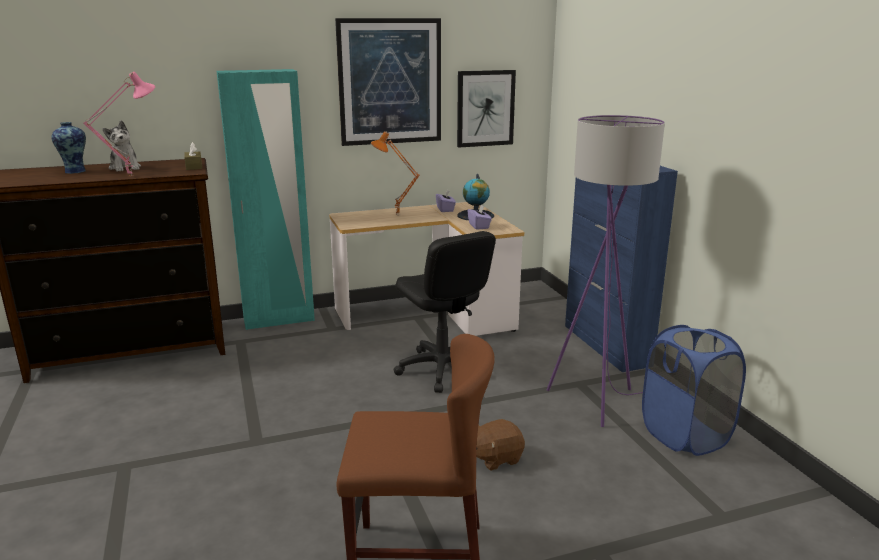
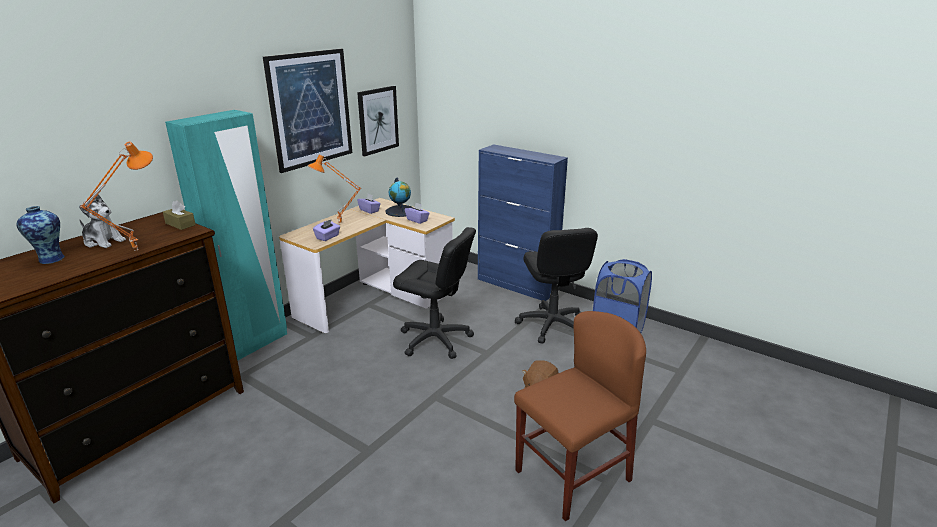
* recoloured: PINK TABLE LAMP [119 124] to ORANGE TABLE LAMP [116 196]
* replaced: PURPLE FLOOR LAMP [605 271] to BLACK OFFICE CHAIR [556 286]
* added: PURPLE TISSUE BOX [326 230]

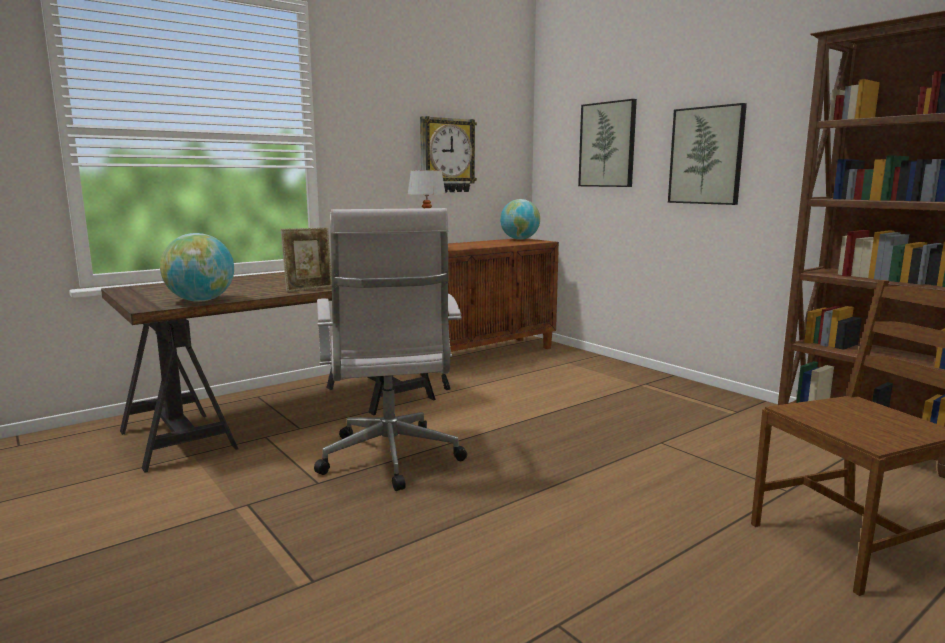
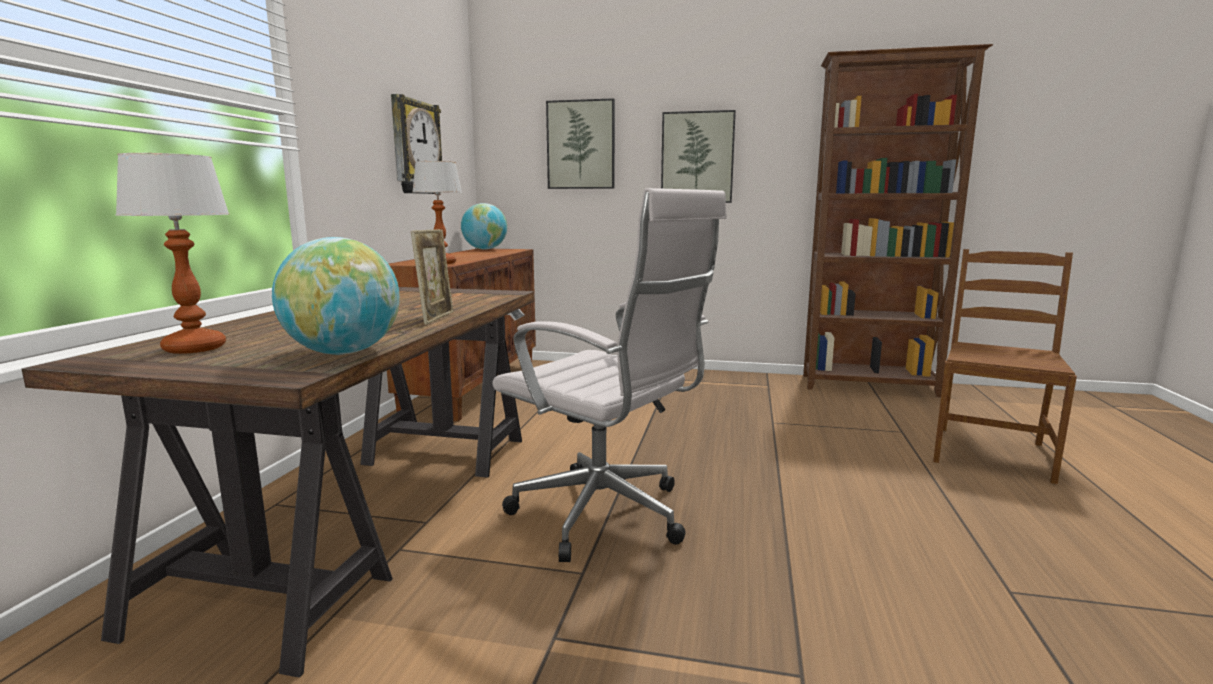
* added: TABLE LAMP [172 253]

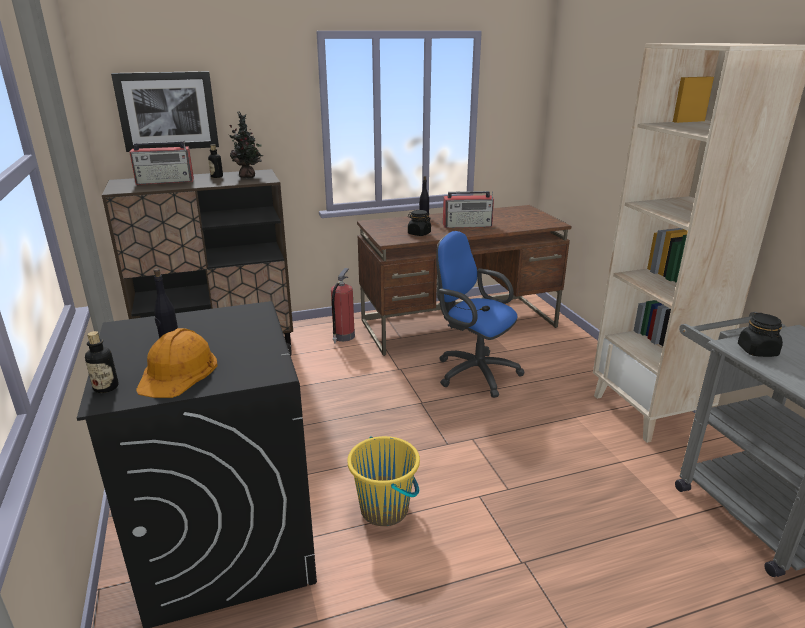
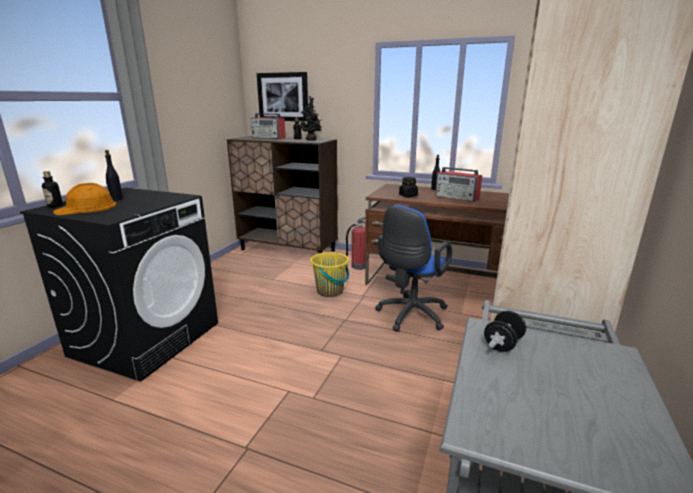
* turned: BLUE OFFICE CHAIR [480 314] = [413 268] 135 degrees counterclockwise
* replaced: BLACK JAR [760 335] to BLACK DUMBBELL [505 331]
* moved: YELLOW BUCKET [383 481] to [329 274]

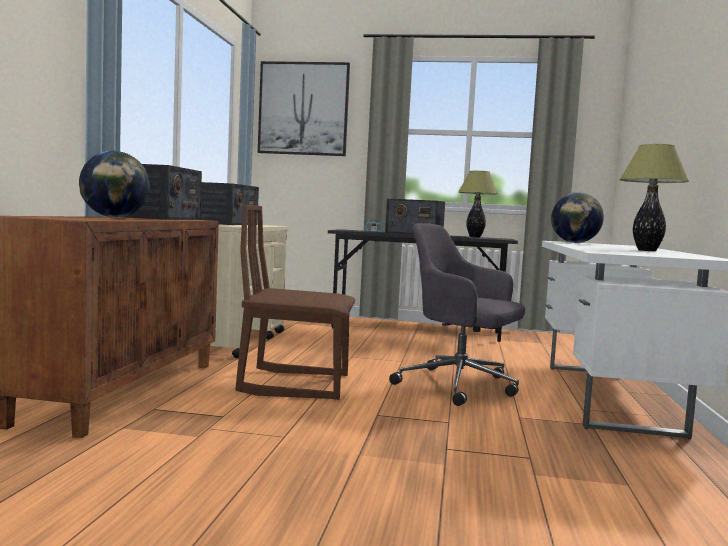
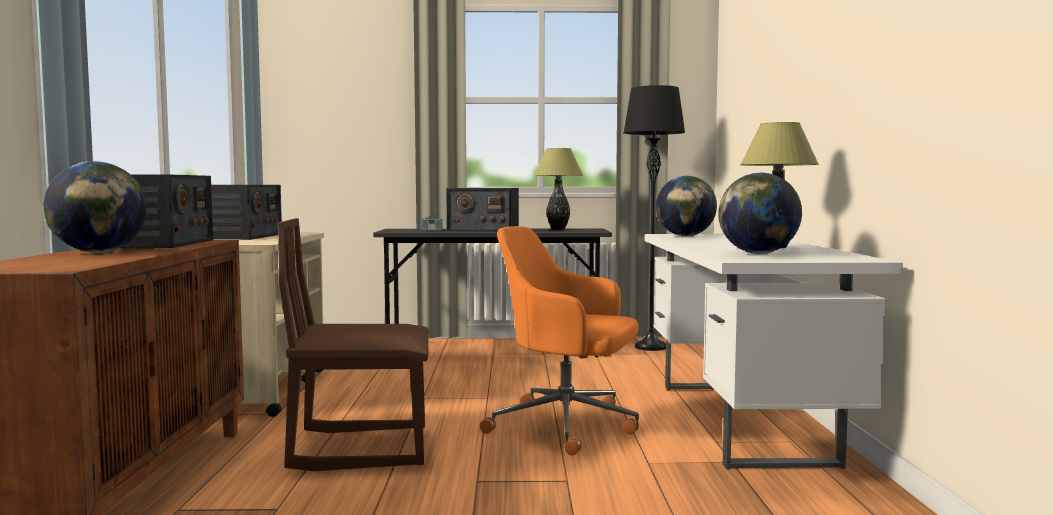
* removed: PICTURE [304 108]
* recoloured: GREY OFFICE CHAIR [457 314] to ORANGE OFFICE CHAIR [559 341]
* added: BLACK FLOOR LAMP [654 218]
* added: GLOBE [760 213]

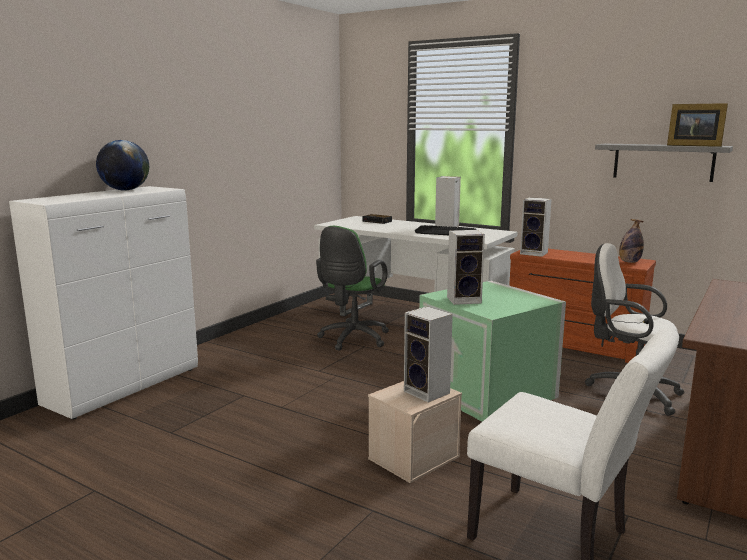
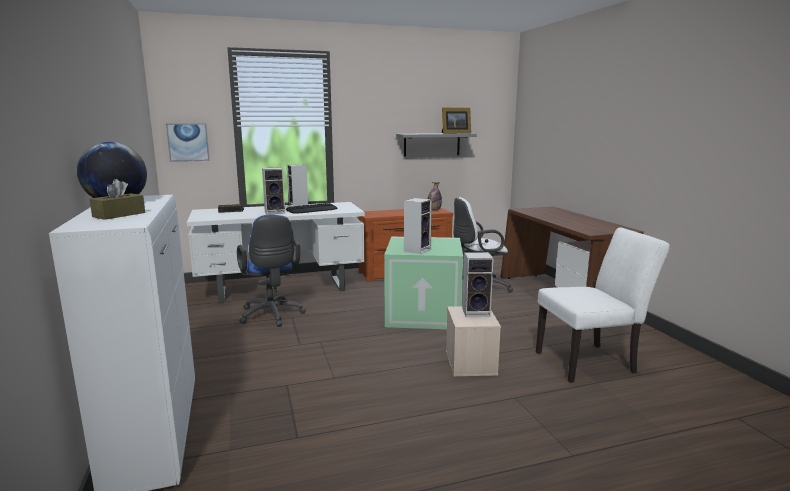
* moved: SPEAKER [536 227] to [273 191]
* recoloured: GREEN OFFICE CHAIR [352 288] to BLUE OFFICE CHAIR [271 271]
* added: PICTURE [188 142]
* added: BROWN TISSUE BOX [117 199]

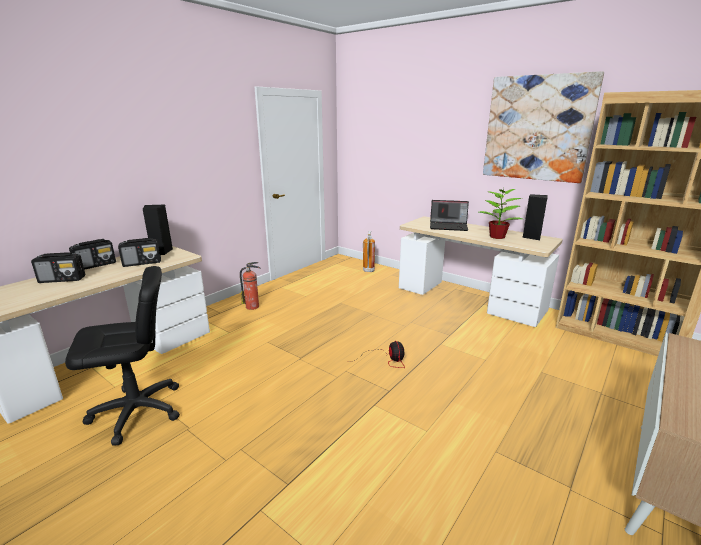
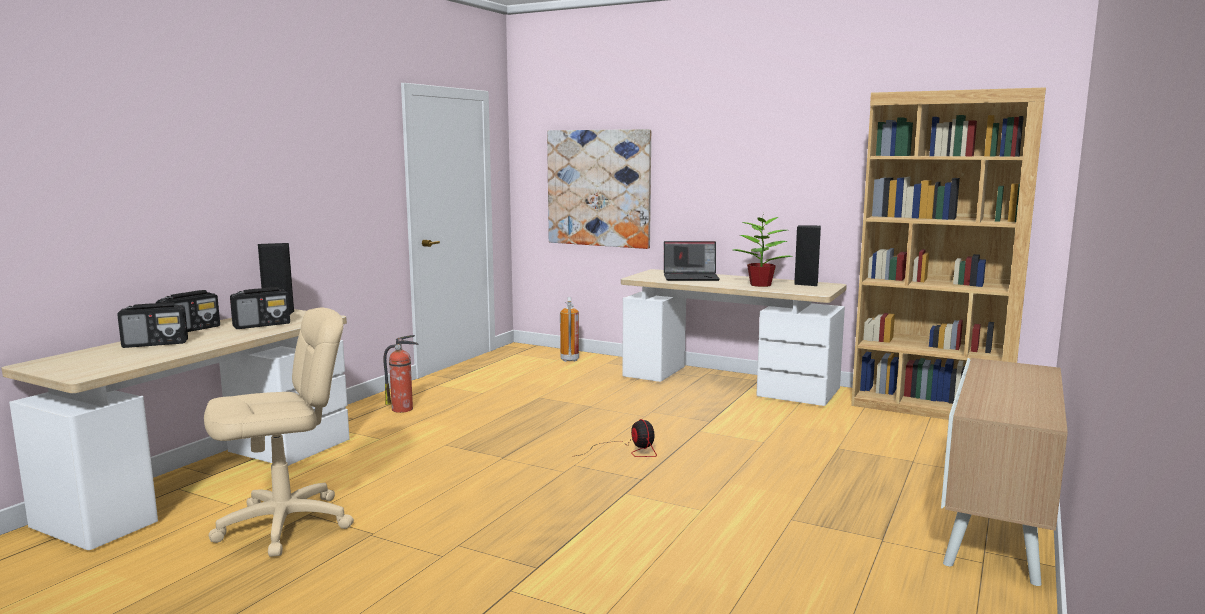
* moved: PICTURE [543 127] to [599 189]
* recoloured: BLACK OFFICE CHAIR [122 355] to BEIGE OFFICE CHAIR [279 432]

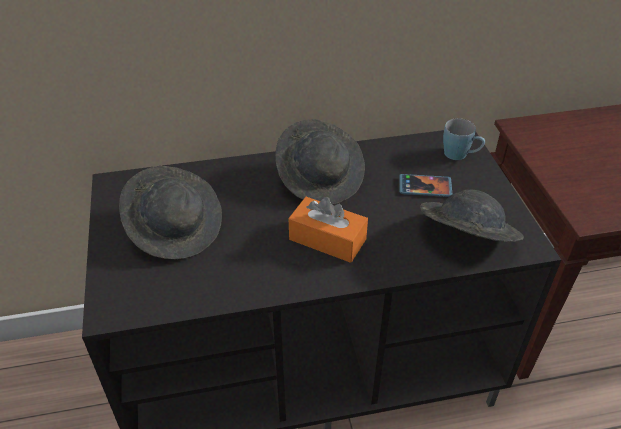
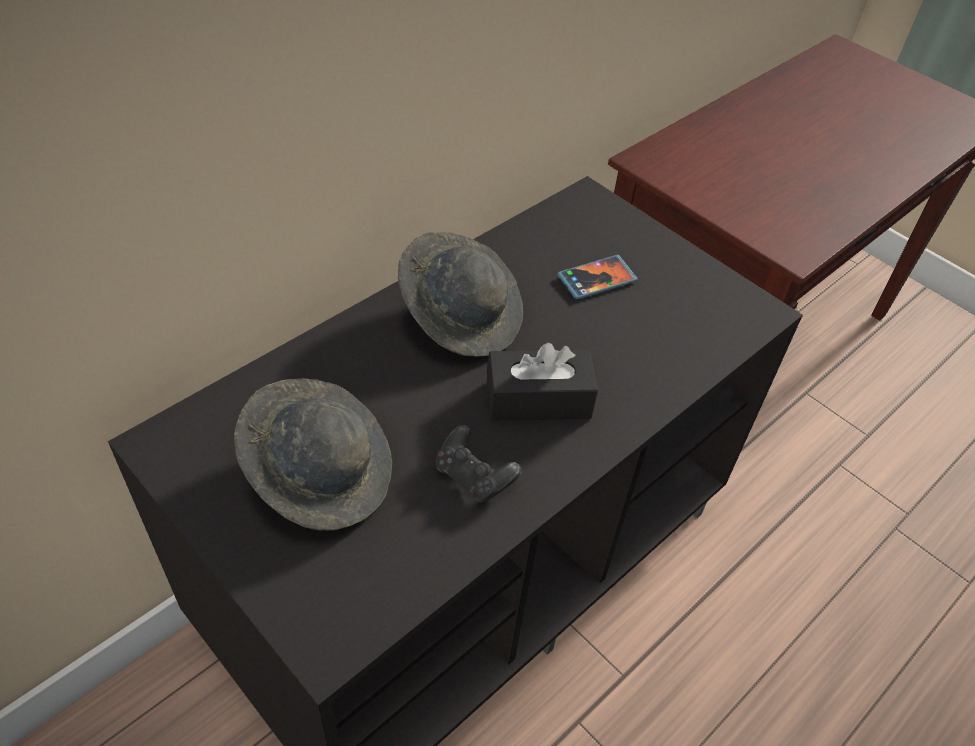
* removed: BLUE MUG [464 139]
* removed: GREY HAT [472 216]
* recoloured: ORANGE TISSUE BOX [328 230] to BLACK TISSUE BOX [542 382]
* added: BLACK GAME CONTROLLER [479 464]

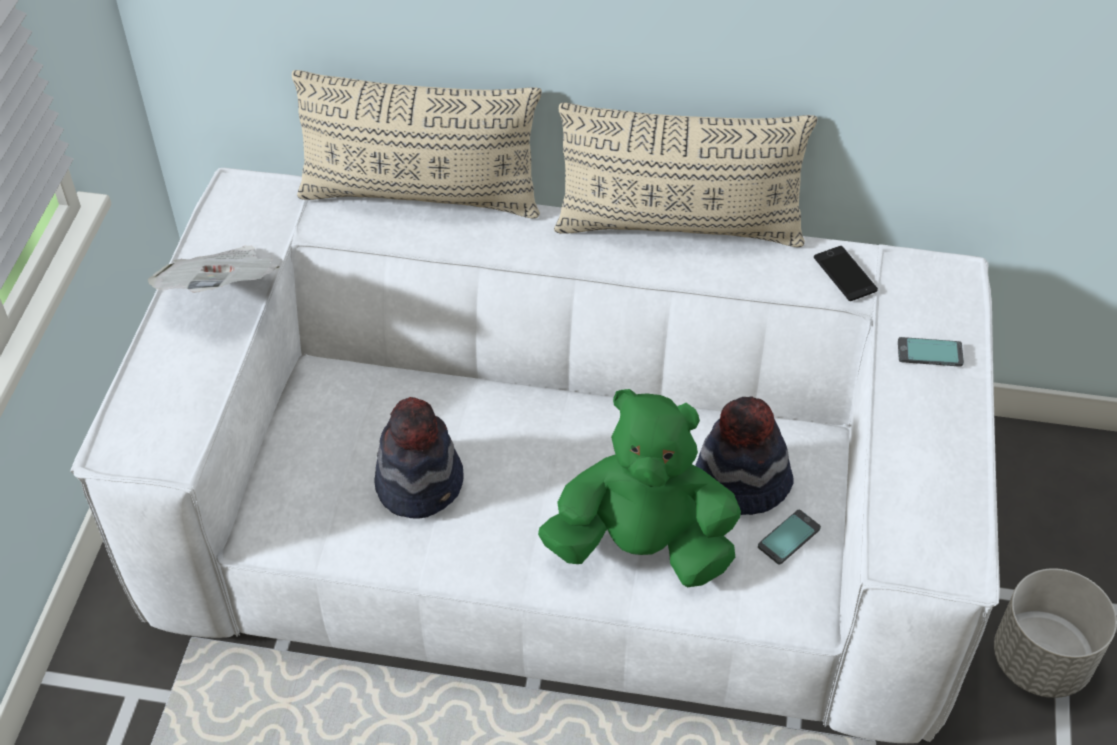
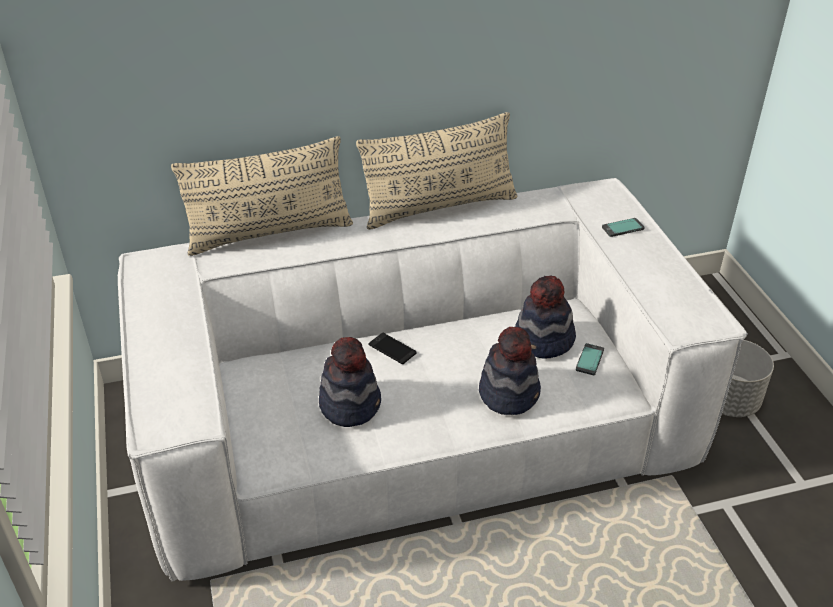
* removed: NEWSPAPER [213 269]
* moved: PHONE [846 273] to [392 348]
* replaced: GREEN PLUSH TOY [639 488] to HAT [510 371]

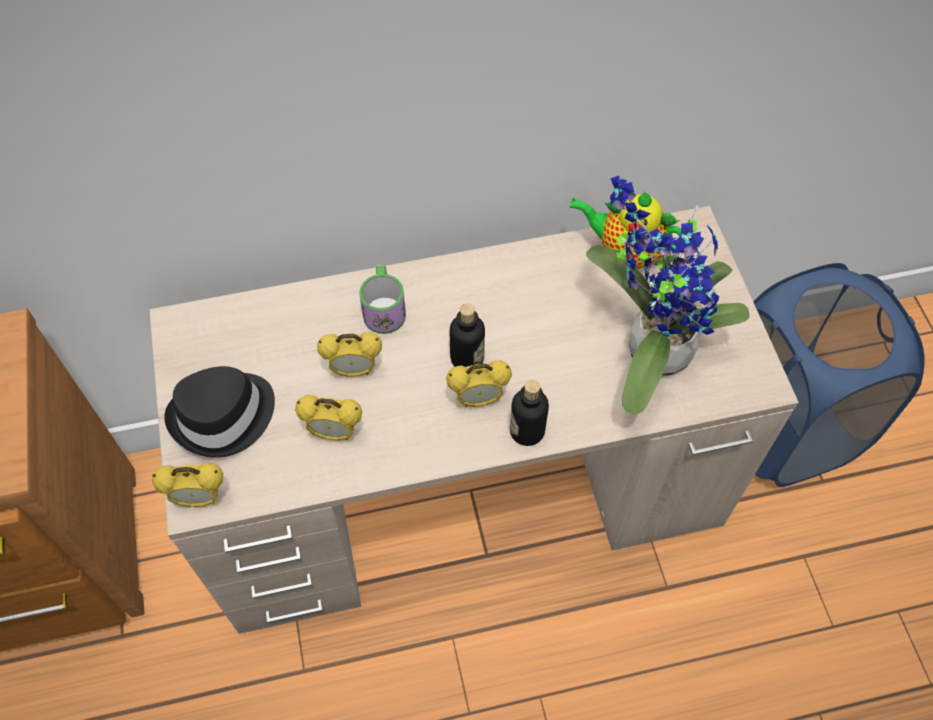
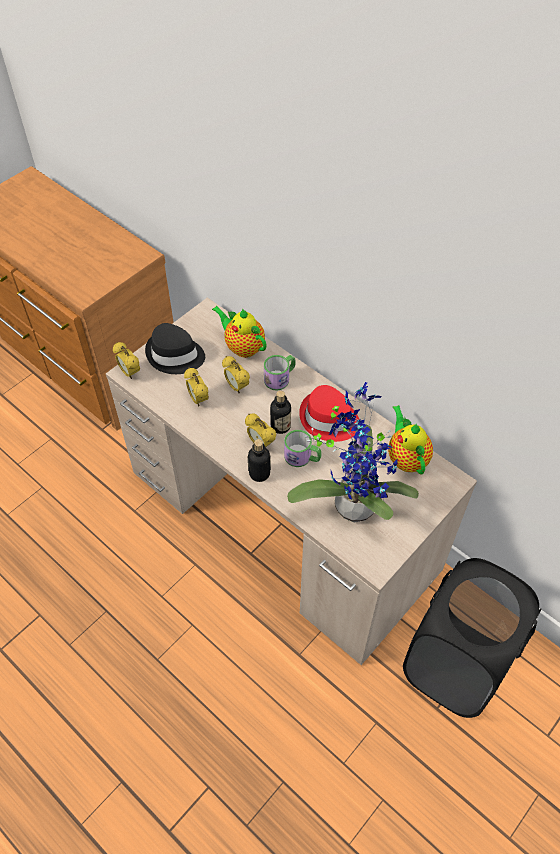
* recoloured: BLUE LAUNDRY BASKET [839 375] to BLACK LAUNDRY BASKET [472 638]
* added: TEAPOT [239 332]
* added: RED HAT [329 413]
* added: MUG [303 448]

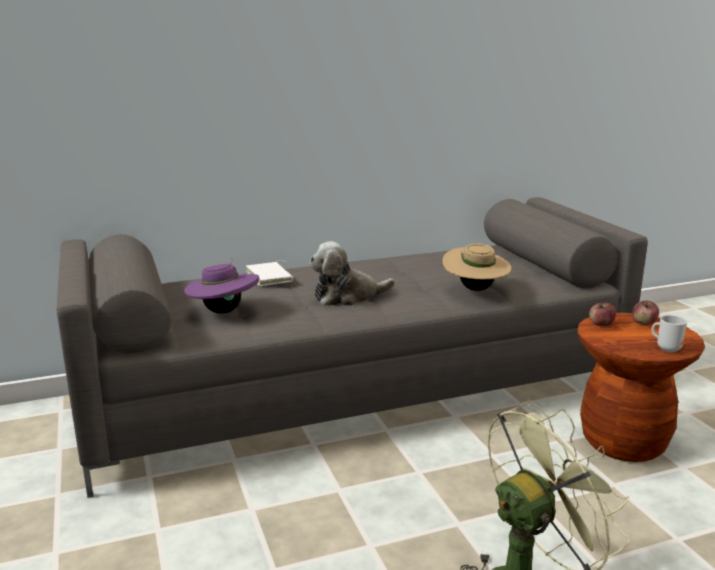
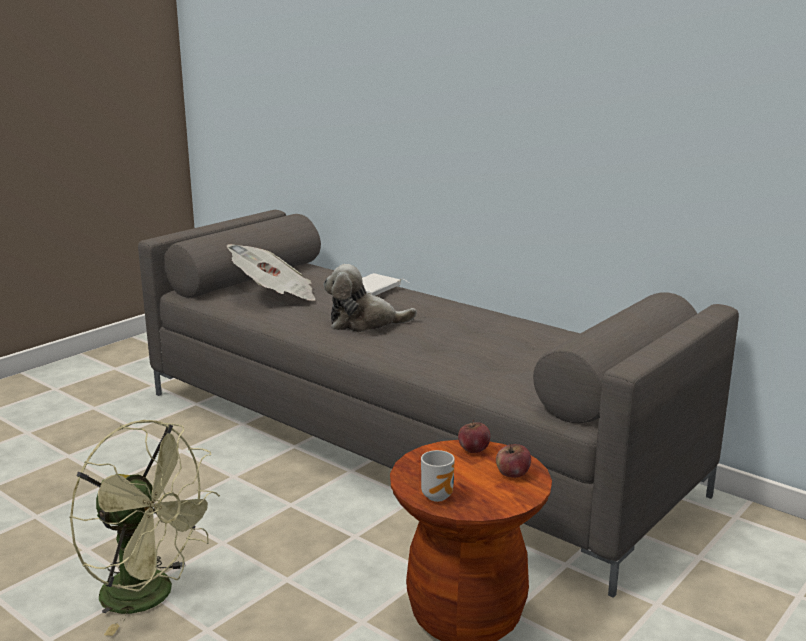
* turned: PLUSH TOY [352 273] = [370 298] 45 degrees counterclockwise
* removed: BEIGE HAT [477 267]
* replaced: PURPLE HAT [221 286] to NEWSPAPER [271 272]

